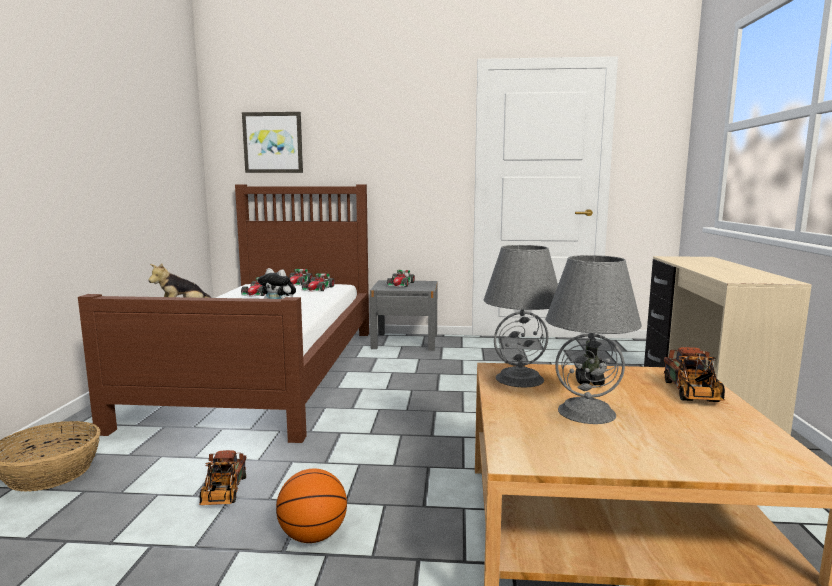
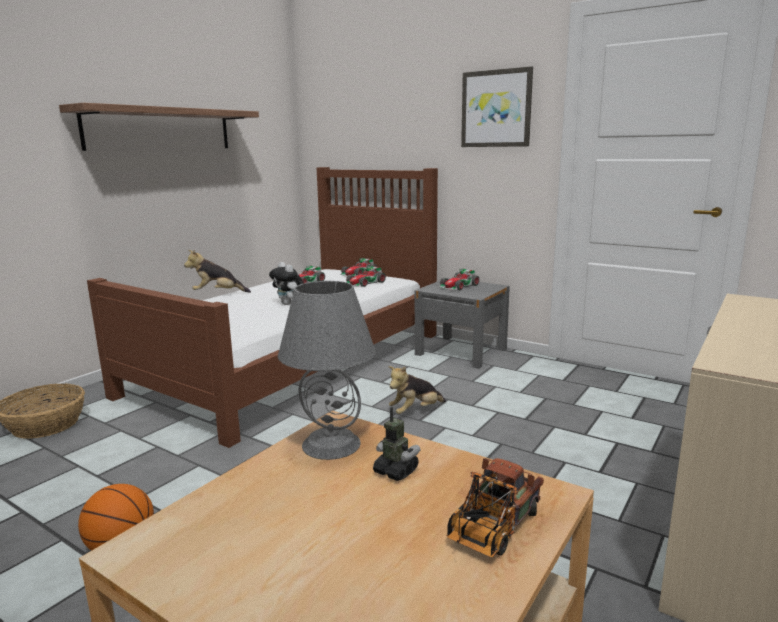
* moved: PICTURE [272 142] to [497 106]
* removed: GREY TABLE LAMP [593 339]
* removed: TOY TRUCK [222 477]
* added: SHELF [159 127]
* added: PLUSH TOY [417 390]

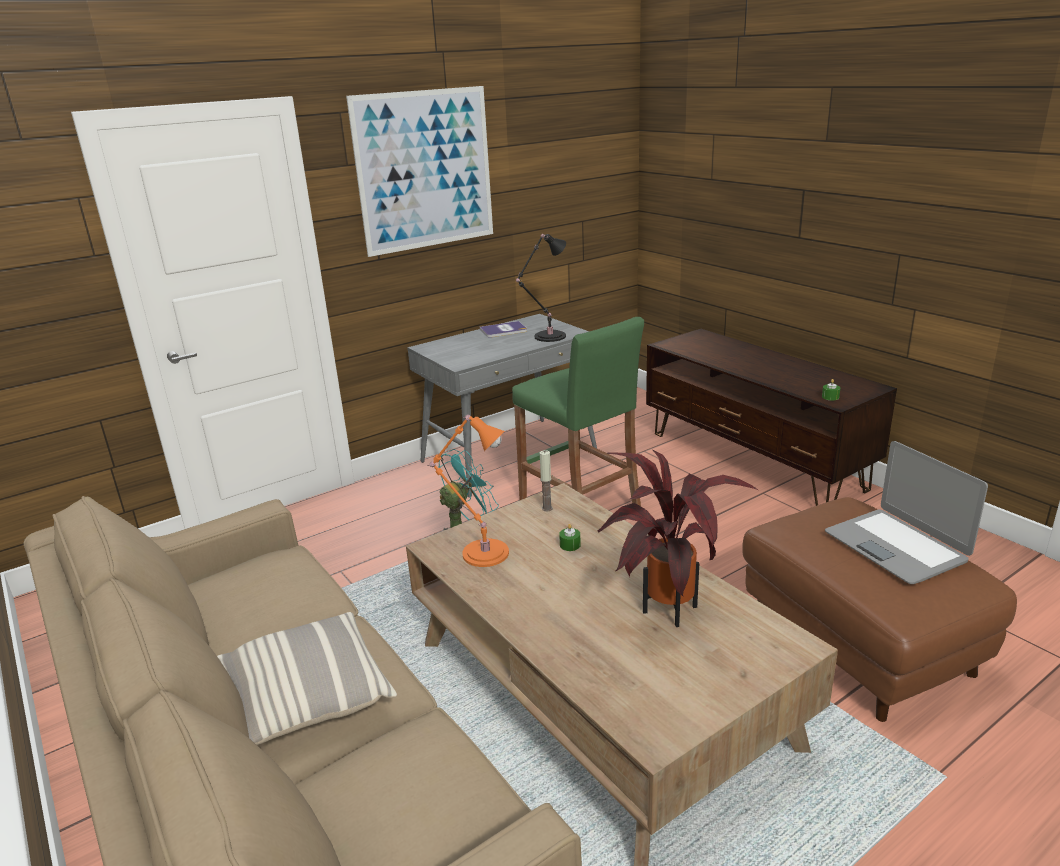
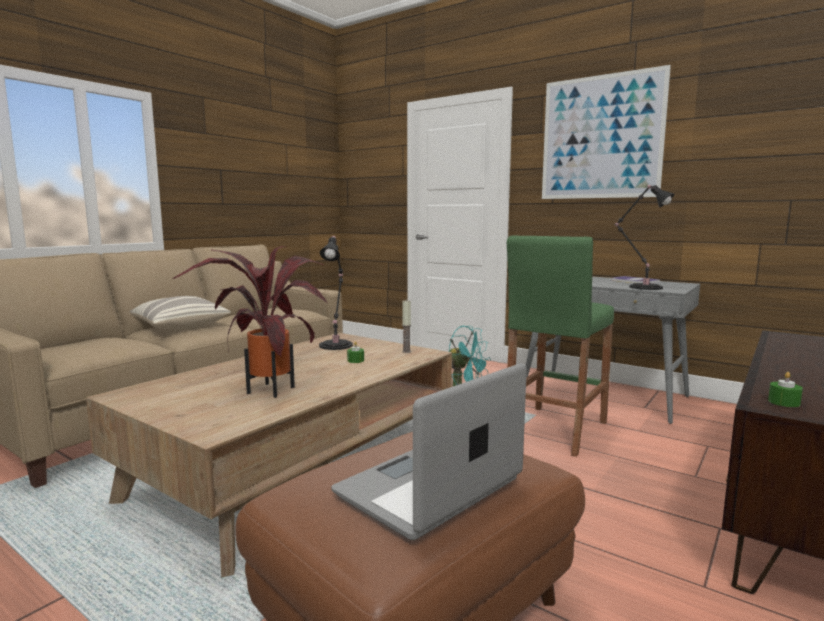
* recoloured: ORANGE TABLE LAMP [468 491] to BLACK TABLE LAMP [336 293]

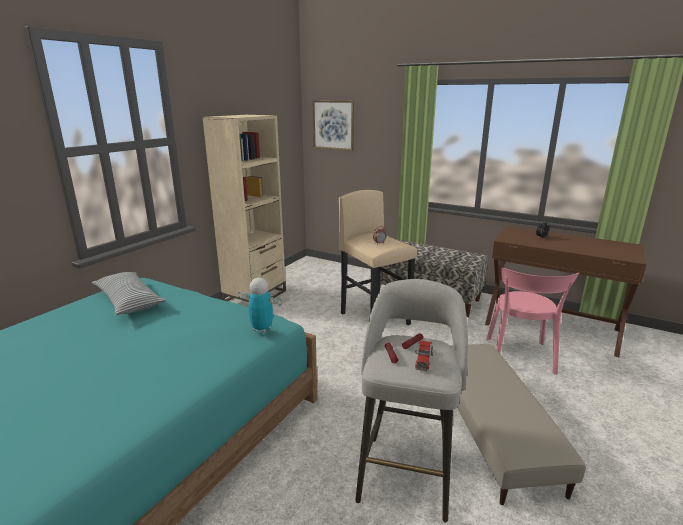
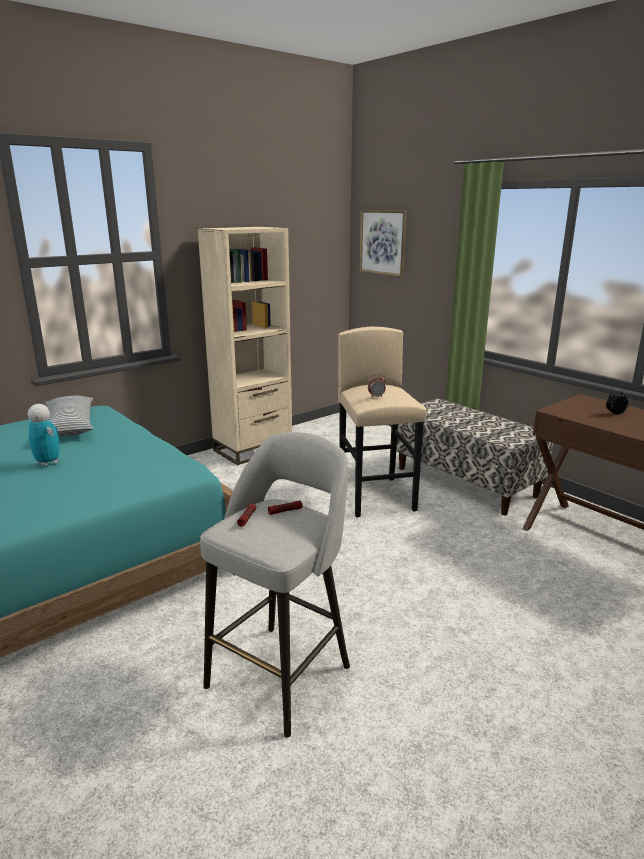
* removed: PINK CHAIR [532 321]
* moved: TOY ROBOT [260 305] to [44 435]
* removed: TOY TRUCK [424 355]
* removed: BEIGE OTTOMAN [519 424]

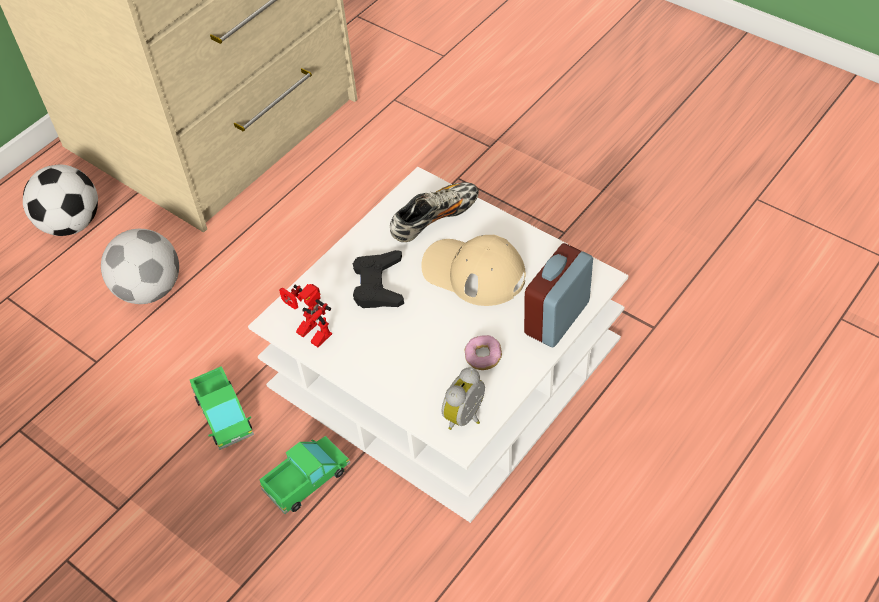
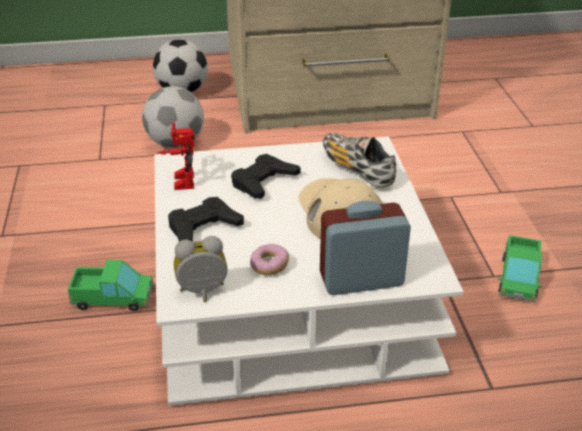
* turned: SHOE [434 212] = [359 160] 135 degrees counterclockwise
* moved: TOY TRUCK [222 408] to [520 268]
* added: BLACK GAME CONTROLLER [206 219]

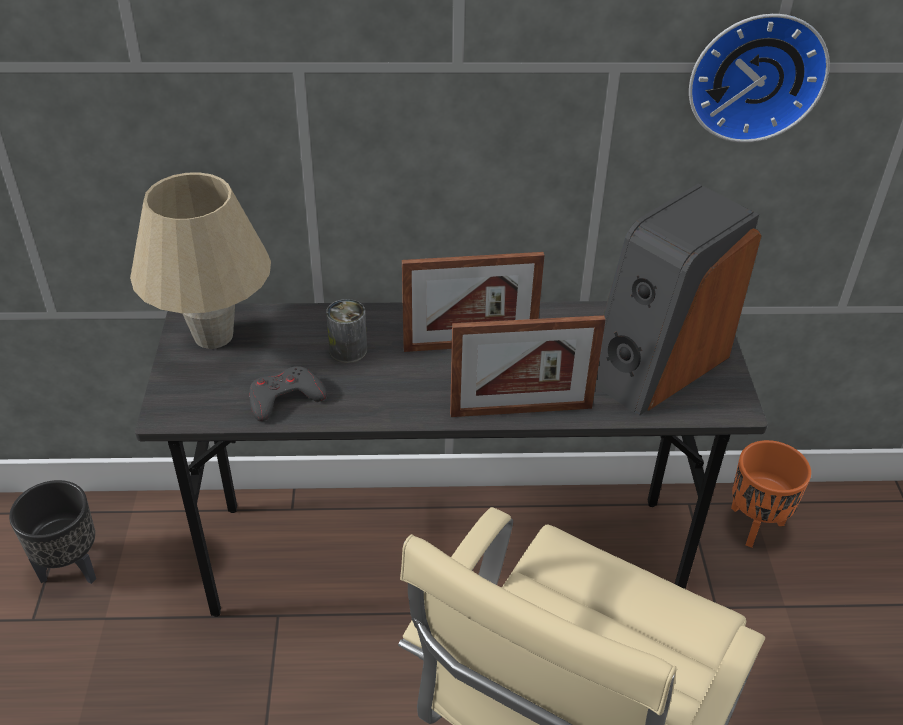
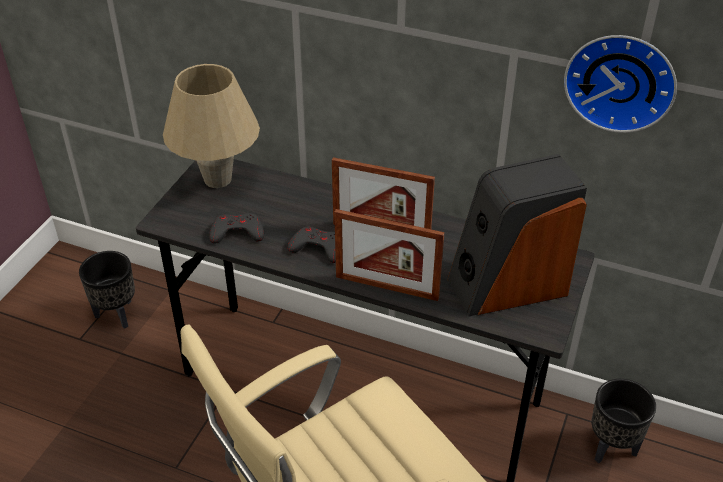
* removed: CAN [346 331]
* recoloured: ORANGE PLANTER [771 494] to BLACK PLANTER [624 421]
* added: GREY GAME CONTROLLER [311 244]

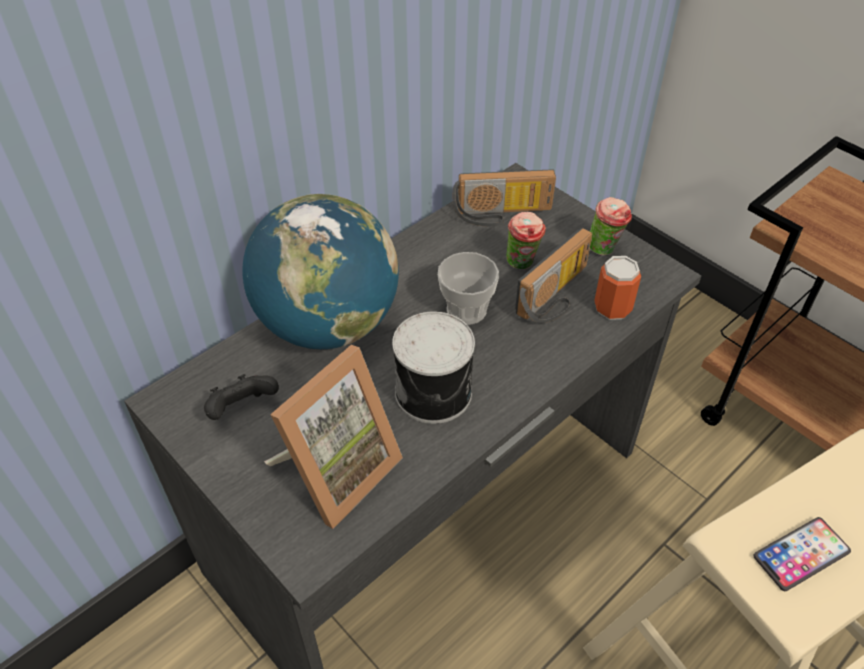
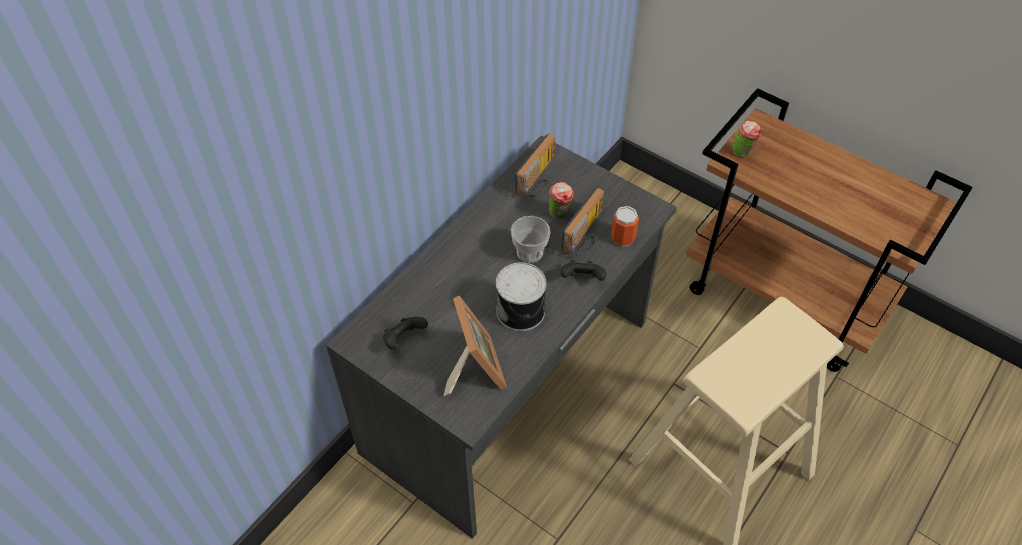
* turned: RADIO [504 198] = [535 165] 45 degrees counterclockwise
* removed: GLOBE [320 271]
* moved: CUP [611 226] to [747 139]
* turned: PICTURE FRAME [333 437] = [475 346] 45 degrees counterclockwise
* removed: PHONE [802 554]
* added: BLACK GAME CONTROLLER [583 270]

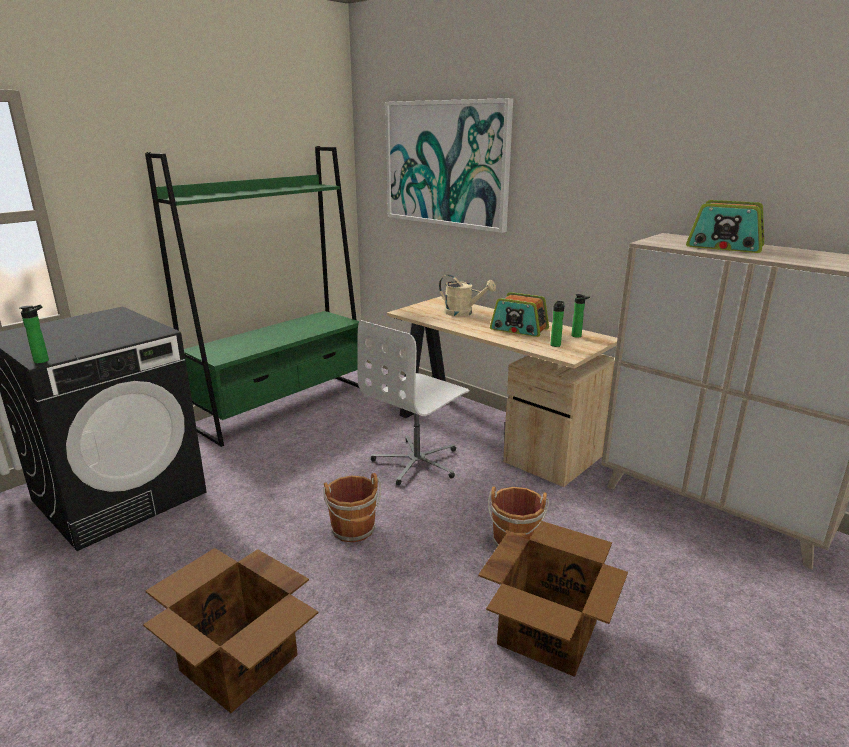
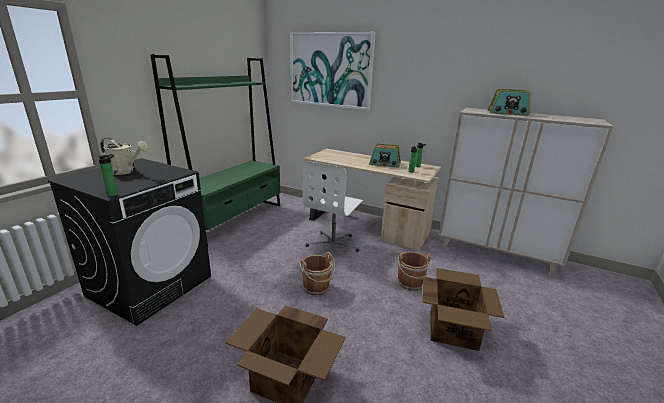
* moved: BEIGE WATERING CAN [467 295] to [124 156]

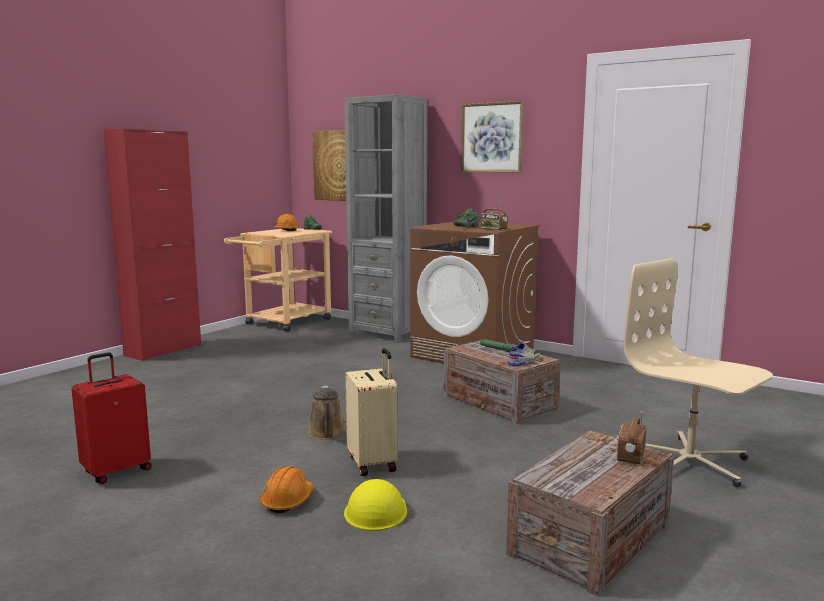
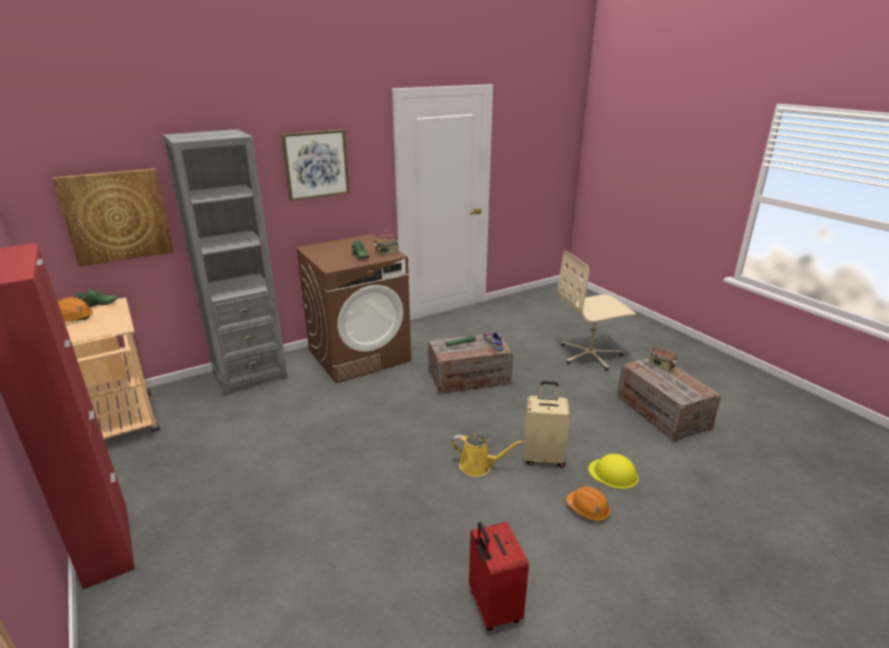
* recoloured: BROWN WATERING CAN [327 412] to YELLOW WATERING CAN [487 455]

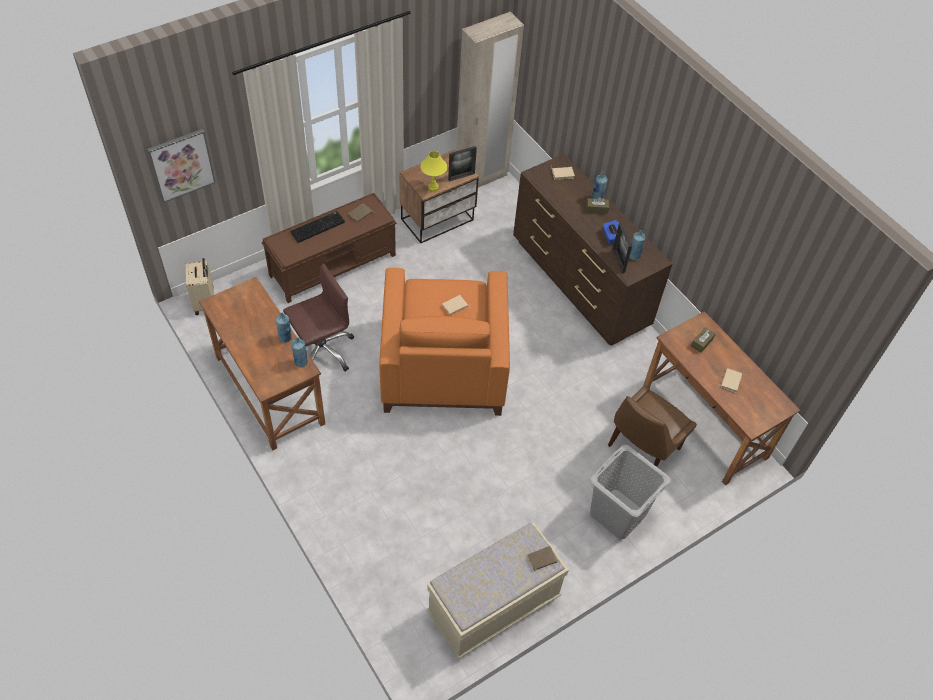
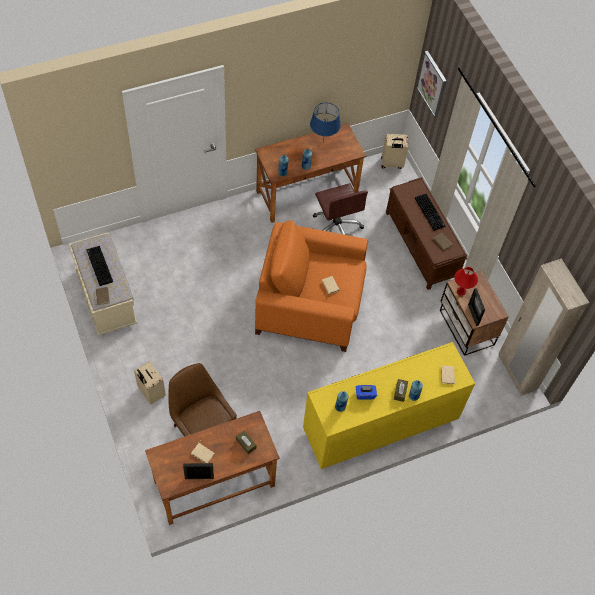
* recoloured: YELLOW TABLE LAMP [433 171] to RED TABLE LAMP [466 281]
* recoloured: BROWN DRESSER [592 250] to YELLOW DRESSER [389 405]
* moved: PICTURE FRAME [622 248] to [198 471]
* replaced: GREY LAUNDRY BASKET [630 492] to BEIGE SUITCASE [150 383]
* added: BLUE TABLE LAMP [325 122]
* added: KEYBOARD [99 266]

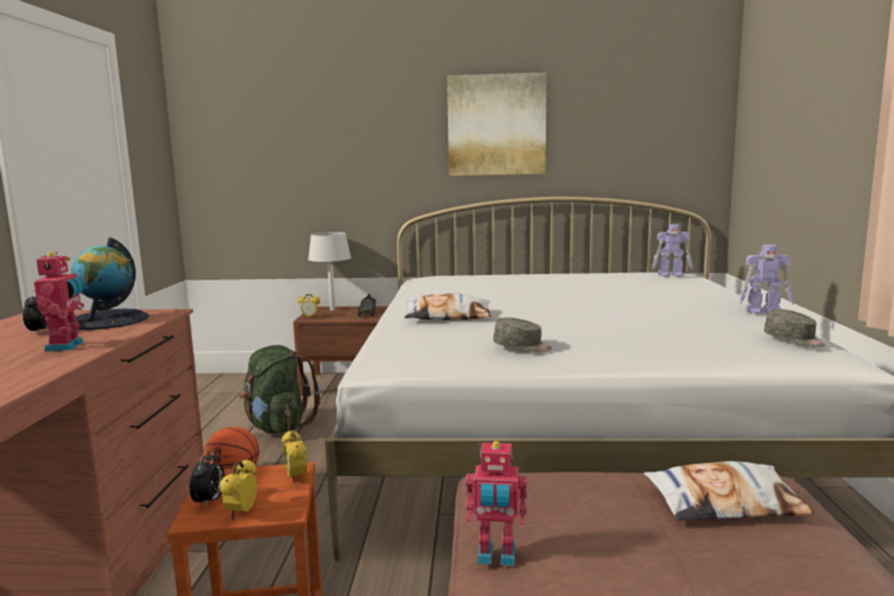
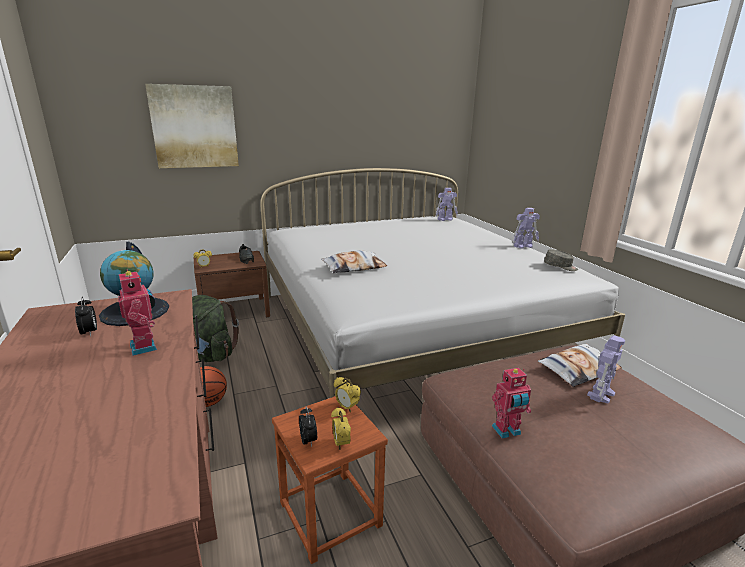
* moved: PICTURE [496 124] to [192 126]
* removed: GREY TABLE LAMP [329 271]
* removed: GREY CAP [522 334]
* added: TOY ROBOT [606 369]

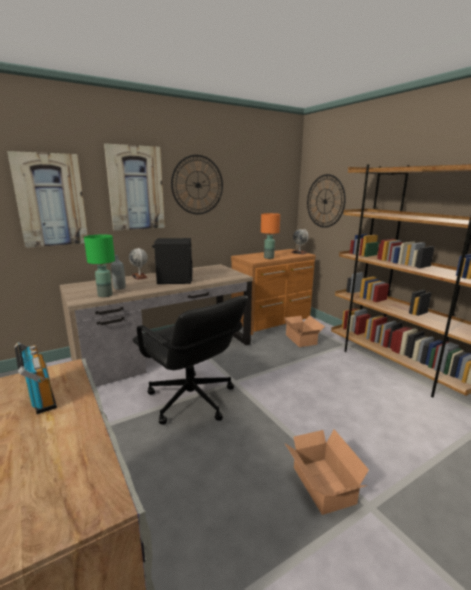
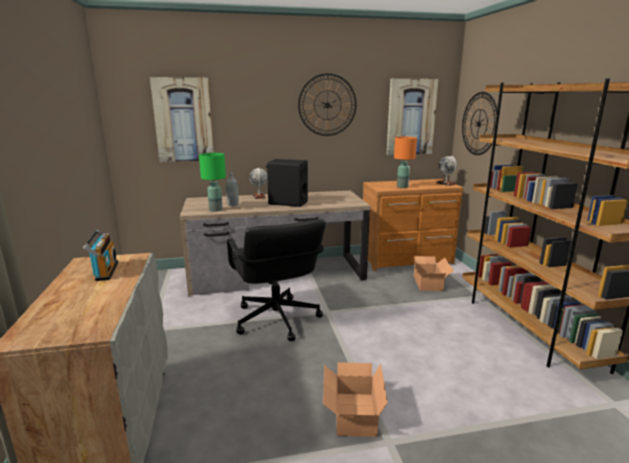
* moved: PICTURE [134 187] to [413 117]

